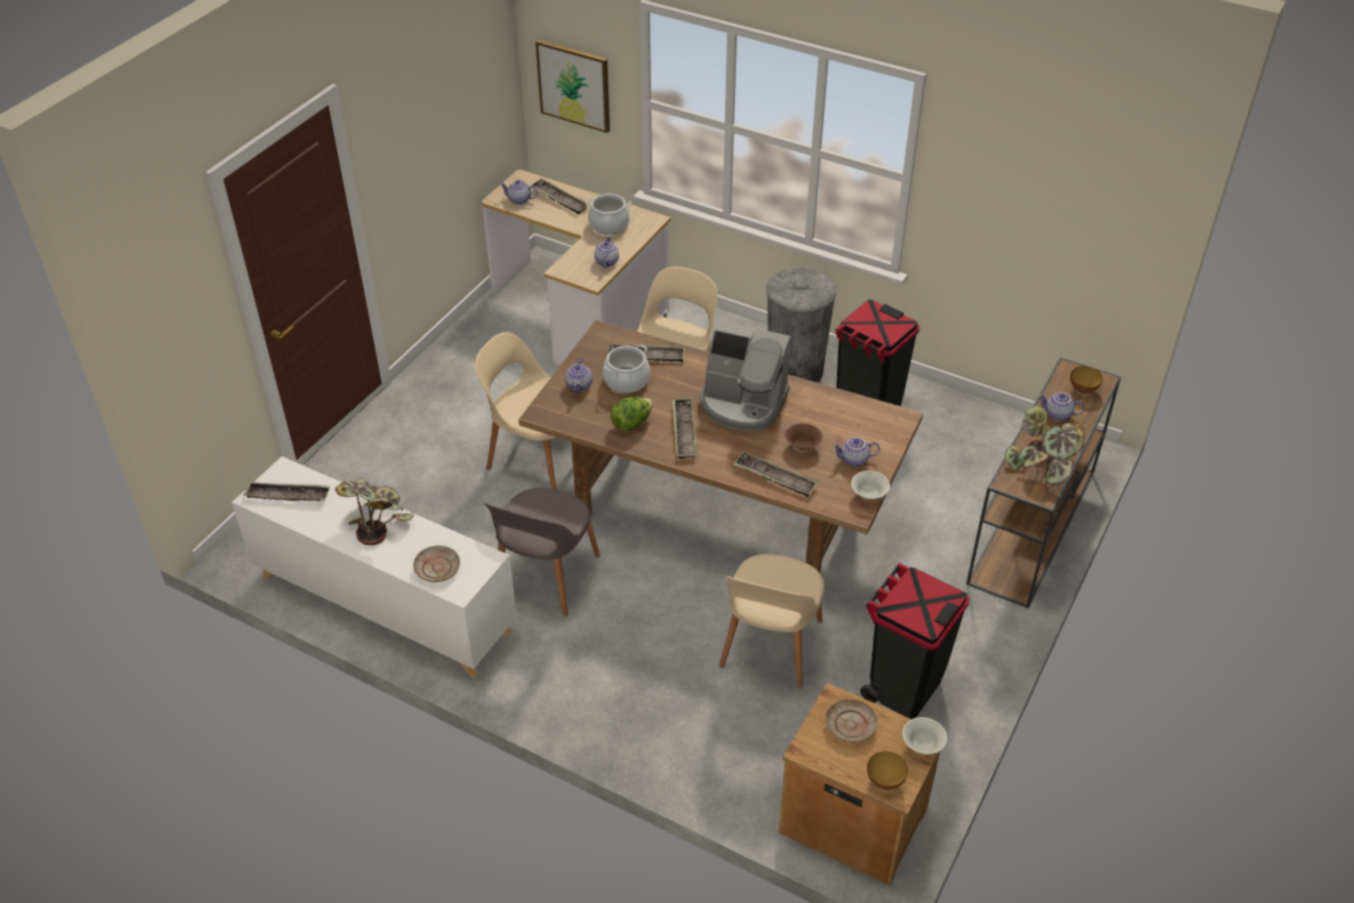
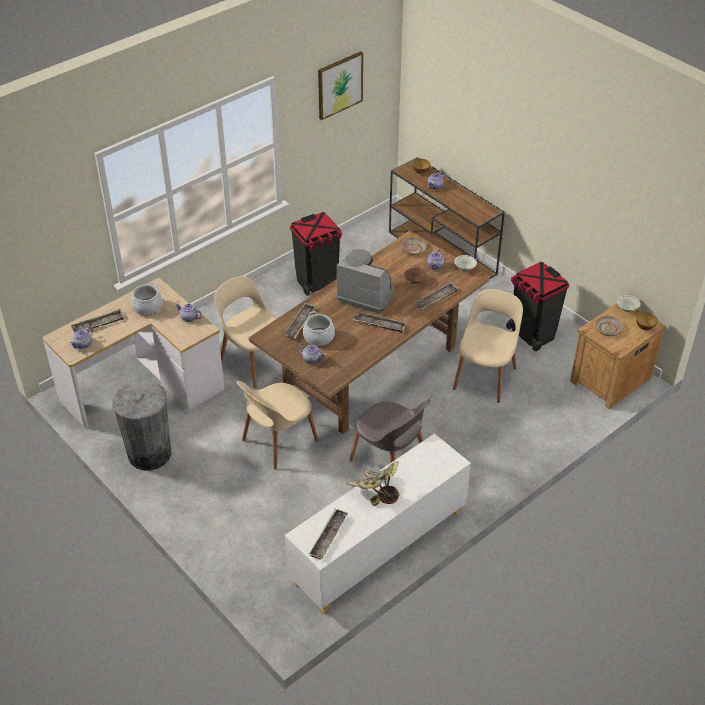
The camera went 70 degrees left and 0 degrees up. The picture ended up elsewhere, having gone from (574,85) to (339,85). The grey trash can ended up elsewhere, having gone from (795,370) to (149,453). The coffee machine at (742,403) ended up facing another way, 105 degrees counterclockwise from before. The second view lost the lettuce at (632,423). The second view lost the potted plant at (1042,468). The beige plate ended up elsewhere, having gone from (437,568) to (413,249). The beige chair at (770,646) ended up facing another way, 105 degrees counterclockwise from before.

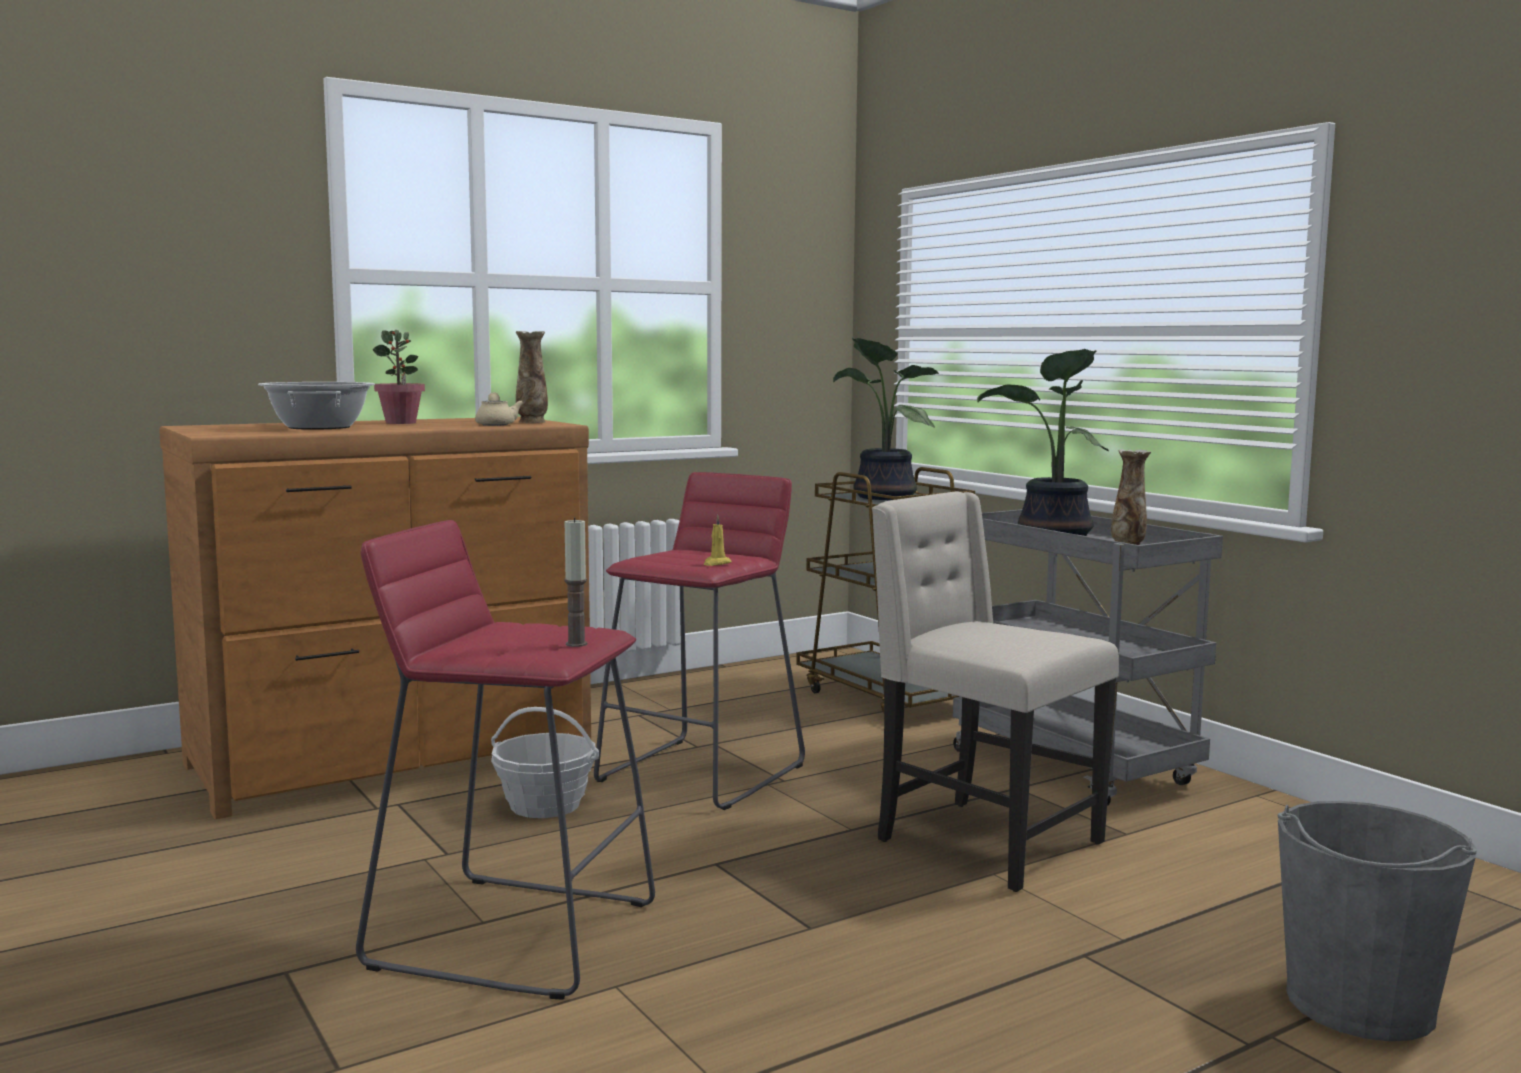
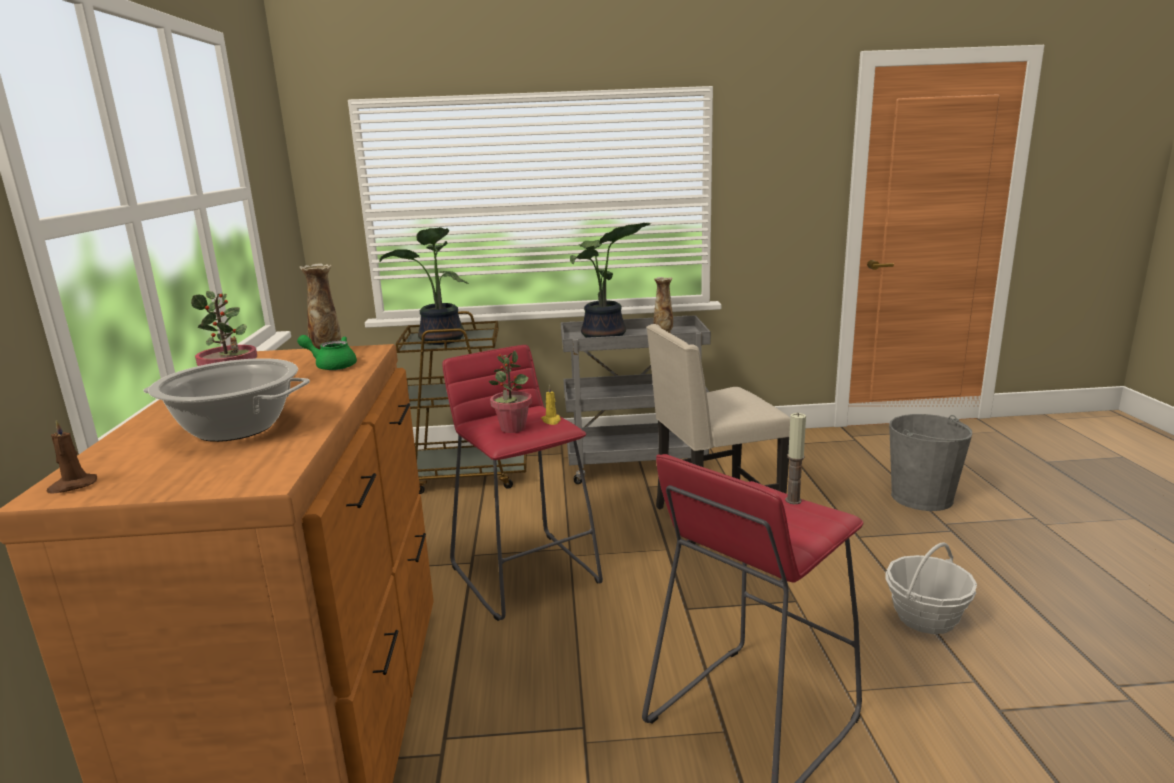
The camera went 60 degrees left and 10 degrees up. What was the beige teapot at (496,424) turned into the green teapot at (332,366). The basket ended up elsewhere, having gone from (545,805) to (925,617). The second view gained the potted plant at (512,428). The second view gained the brown candle at (72,486).

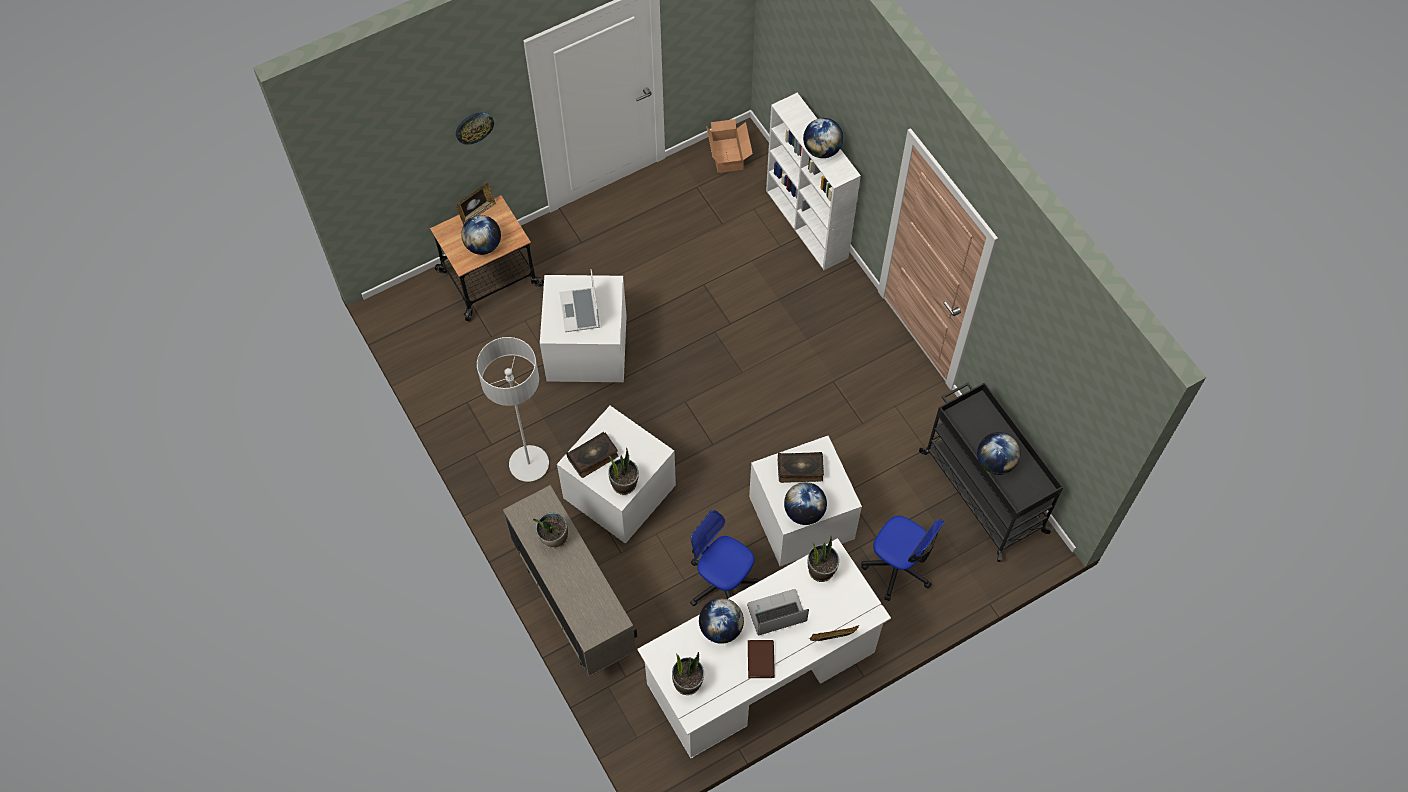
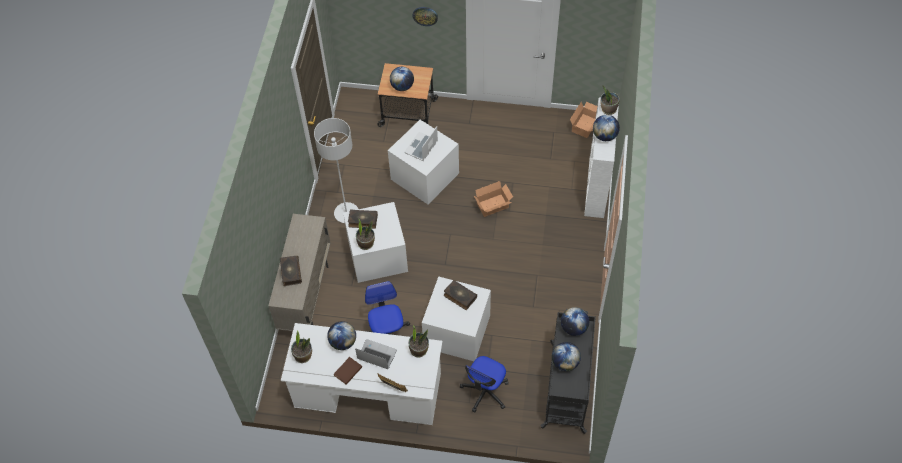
The camera went 40 degrees right and 5 degrees down. The second view lost the picture frame at (477,212). The globe ended up elsewhere, having gone from (804,512) to (573,328). The potted plant ended up elsewhere, having gone from (554,538) to (608,109). The office chair at (898,566) ended up facing another way, 45 degrees clockwise from before. The second view gained the cardboard box at (493,206). The second view gained the book at (290,273).

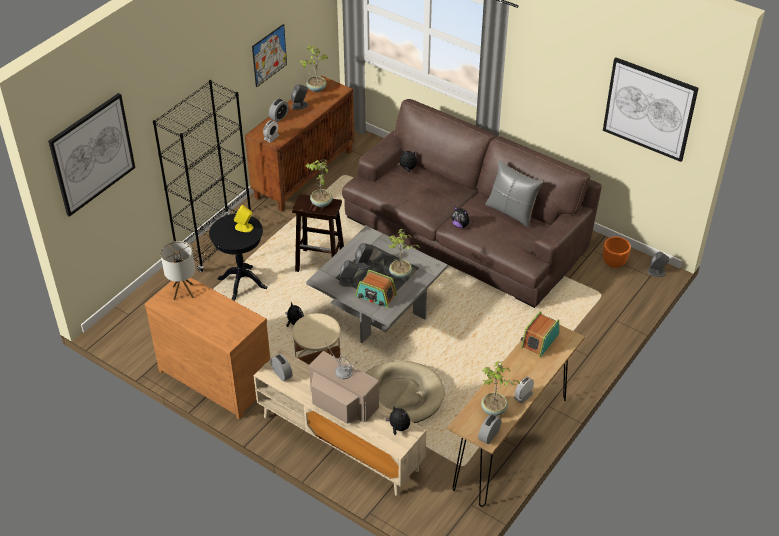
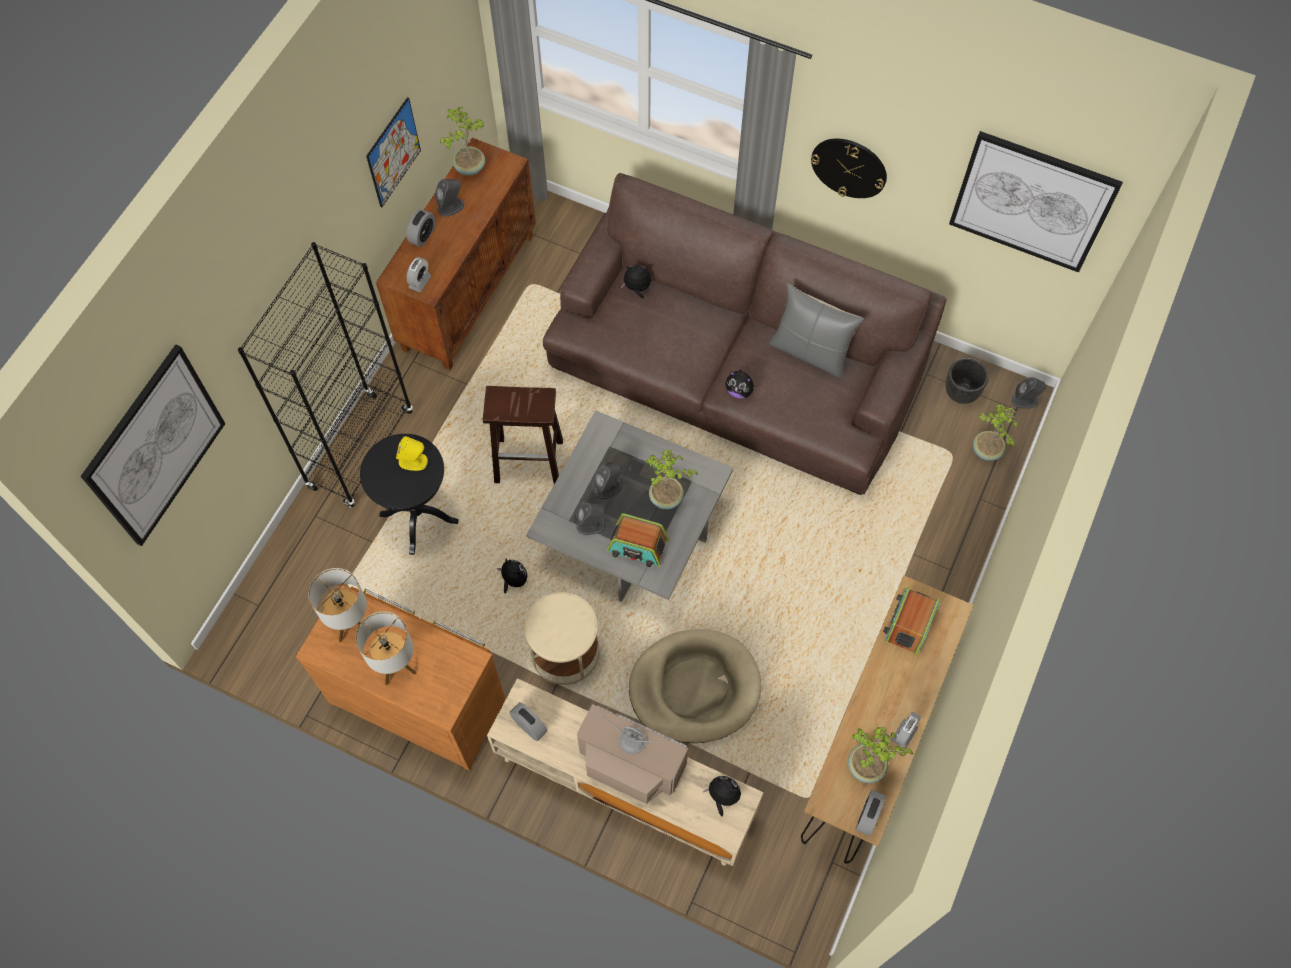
The camera went 10 degrees left and 20 degrees up. The potted plant ended up elsewhere, having gone from (321,203) to (986,451). What was the orange planter at (614,263) turned into the black planter at (961,392). The second view gained the wall clock at (849,167). The second view gained the table lamp at (396,664).

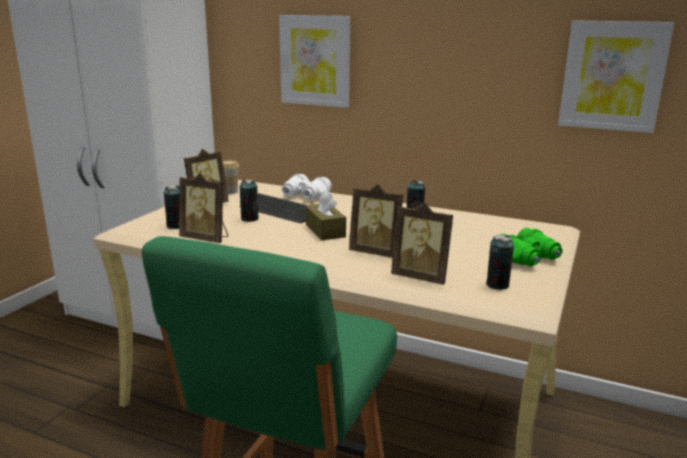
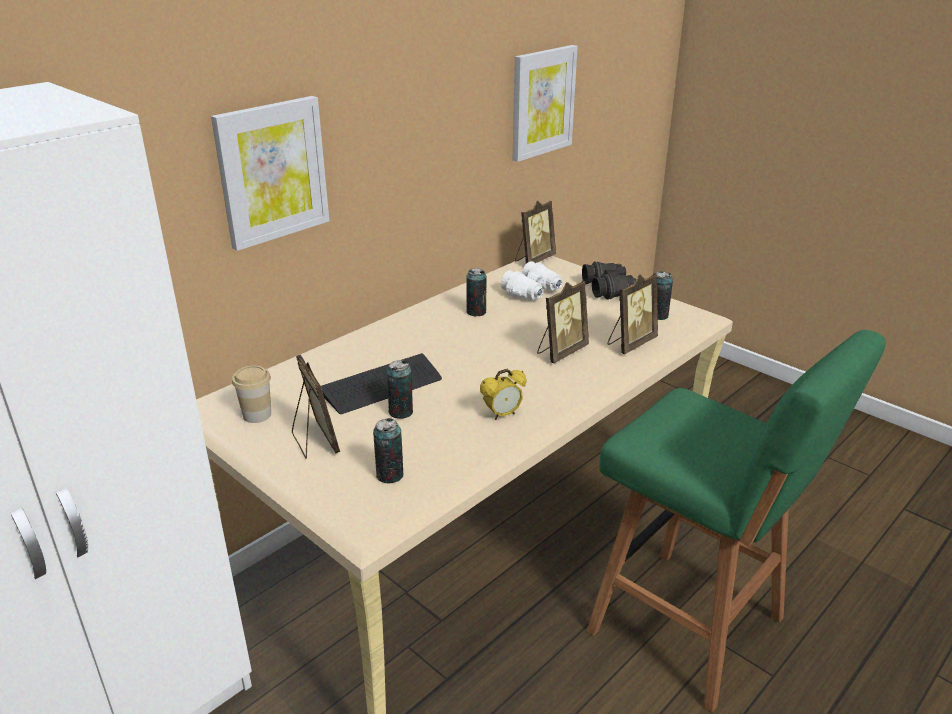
The camera went 70 degrees left and 10 degrees up. The picture frame ended up elsewhere, having gone from (206,238) to (533,260). The white binoculars ended up elsewhere, having gone from (305,196) to (533,292). The second view lost the brown tissue box at (325,230). What was the green binoculars at (528,259) turned into the black binoculars at (608,289). The second view gained the alarm clock at (502,415).

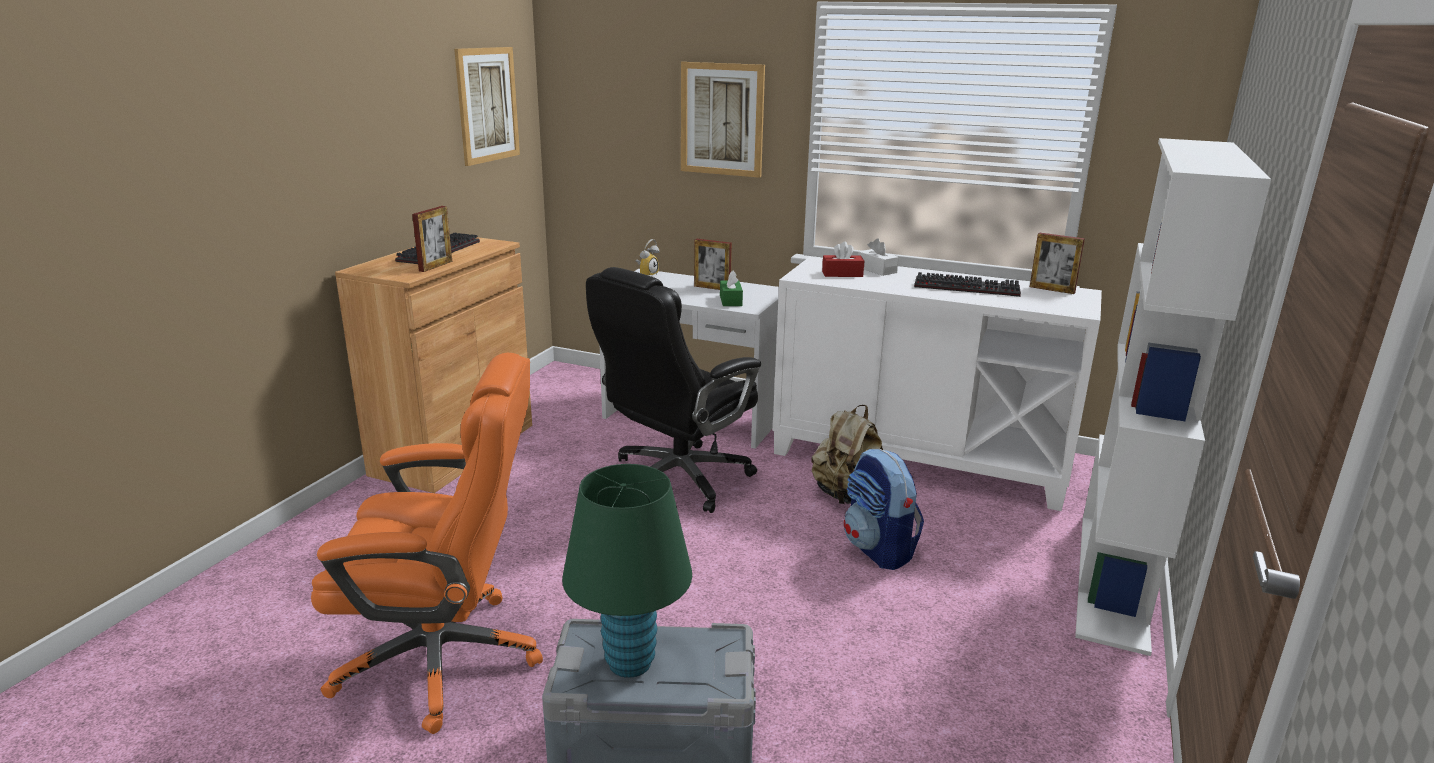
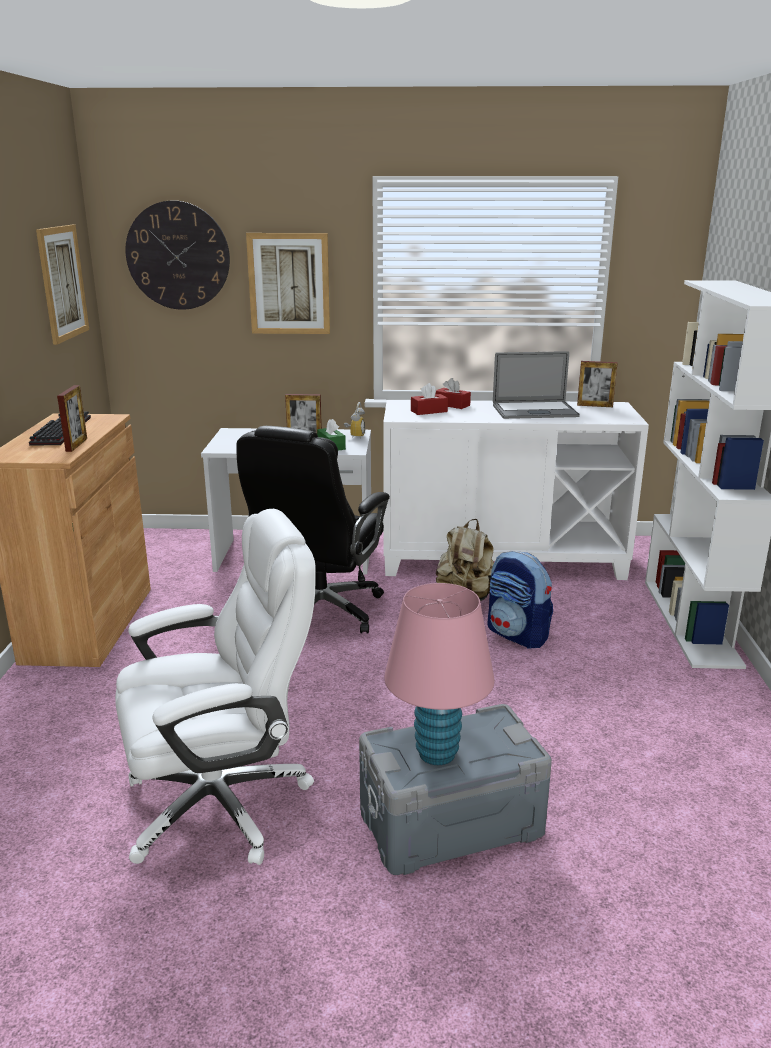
The camera went 20 degrees left and 0 degrees up. What was the white tissue box at (876,270) turned into the red tissue box at (452,405). The alarm clock ended up elsewhere, having gone from (647,275) to (355,436). Where the keyboard stood at (968,287), the laptop came to stand at (534,411). What was the orange office chair at (444,658) turned into the white office chair at (221,803). What was the green table lamp at (629,663) turned into the pink table lamp at (436,754). The second view gained the wall clock at (178,256).

